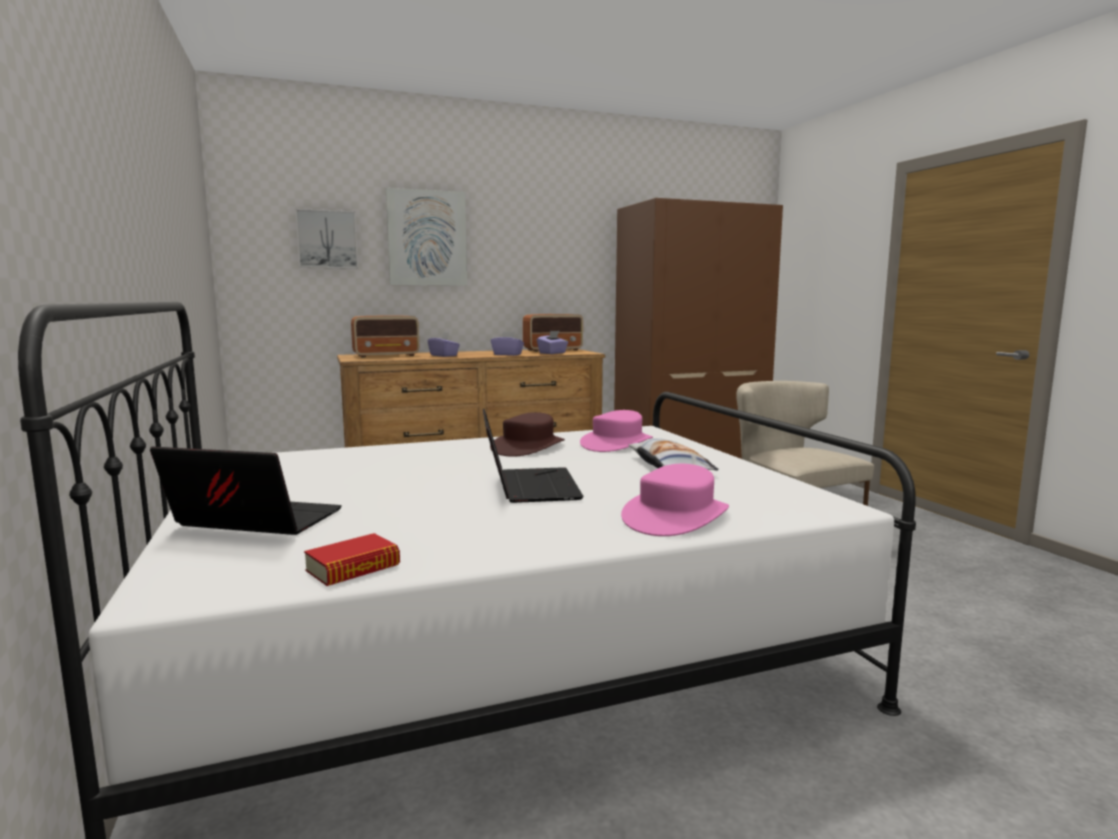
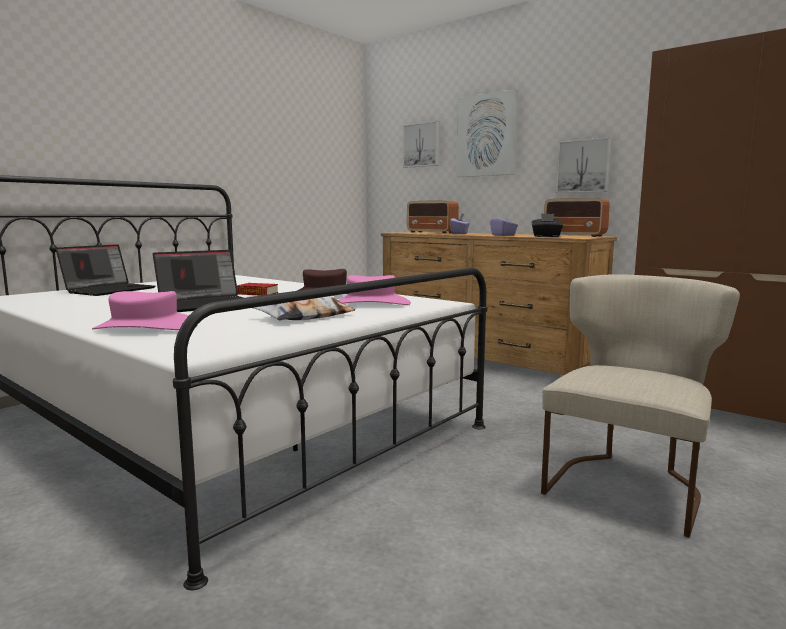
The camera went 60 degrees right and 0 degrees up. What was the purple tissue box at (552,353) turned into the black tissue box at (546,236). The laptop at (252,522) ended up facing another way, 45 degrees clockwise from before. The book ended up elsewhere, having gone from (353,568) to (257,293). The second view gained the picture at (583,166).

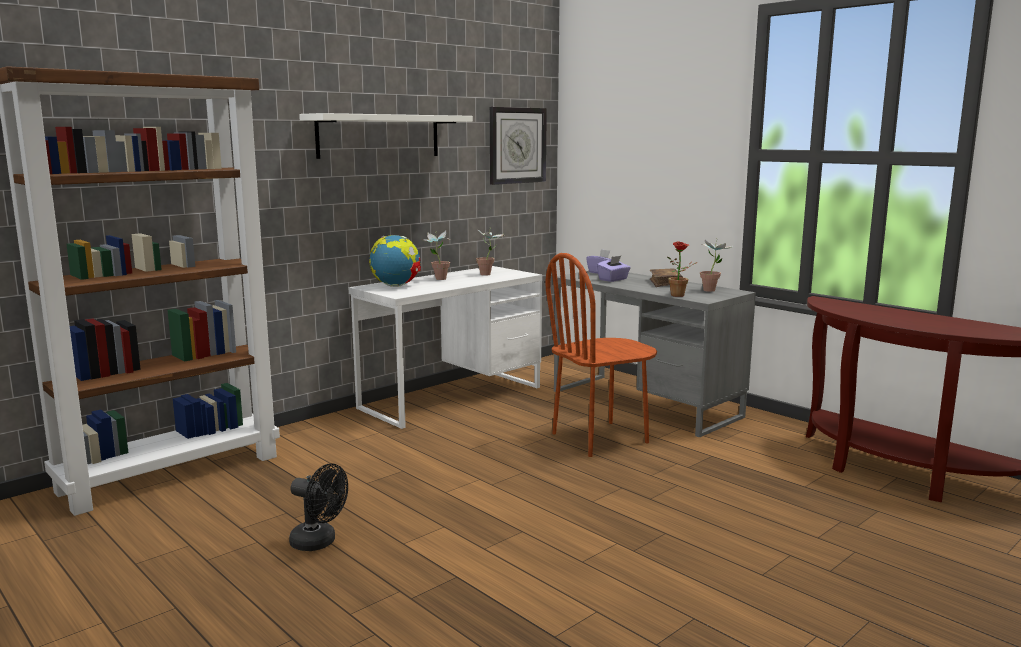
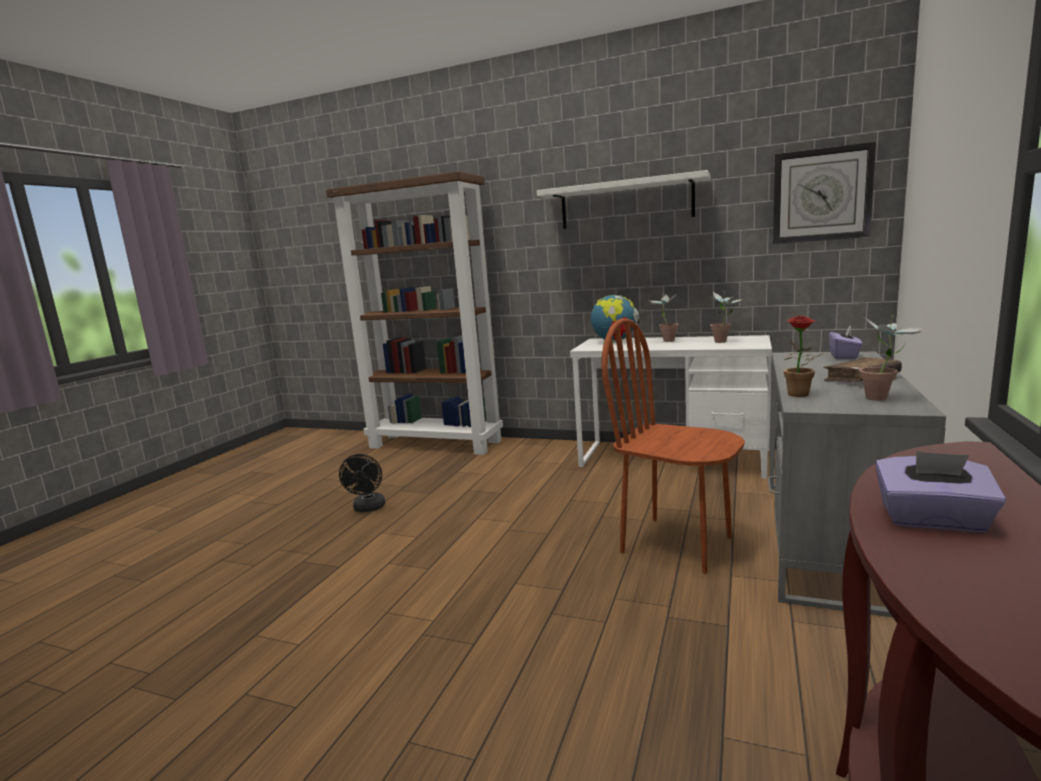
The camera went 65 degrees right and 0 degrees up. The purple tissue box ended up elsewhere, having gone from (613,279) to (933,520).

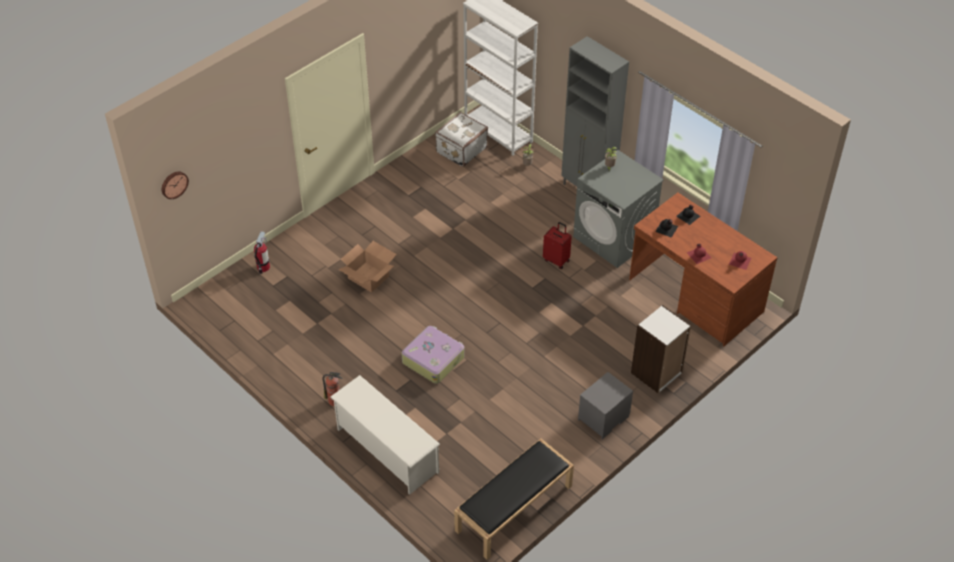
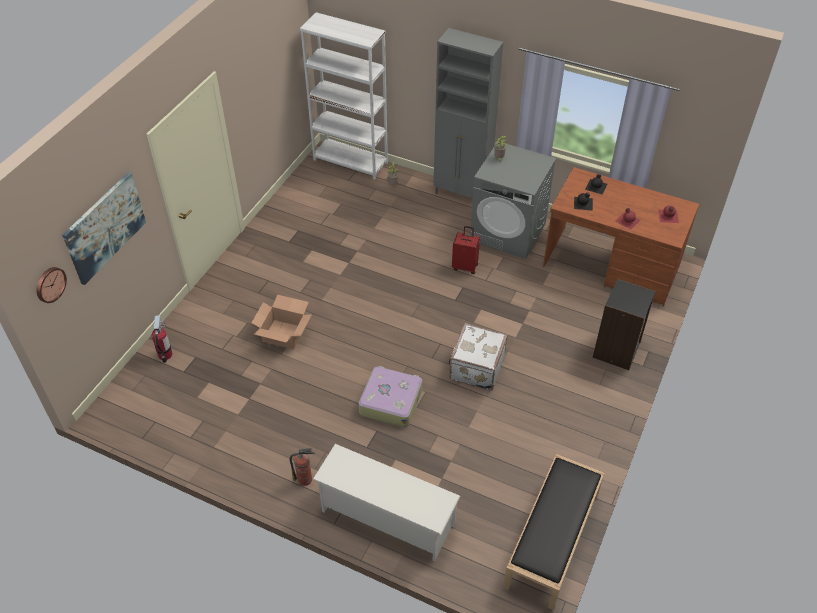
The camera went 20 degrees left and 0 degrees up. The white suitcase ended up elsewhere, having gone from (460,150) to (476,367). What was the white bookcase at (657,373) turned into the black bookcase at (617,350). The second view lost the grey nightstand at (603,419). The second view gained the picture at (105,227).

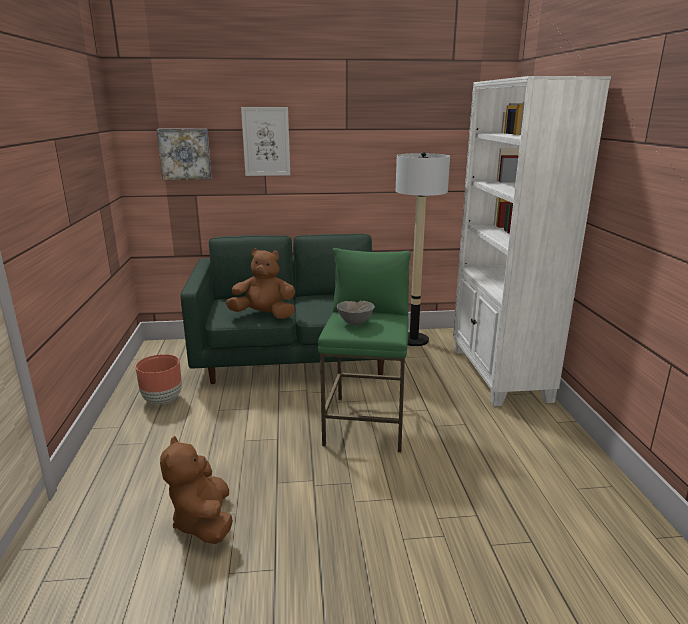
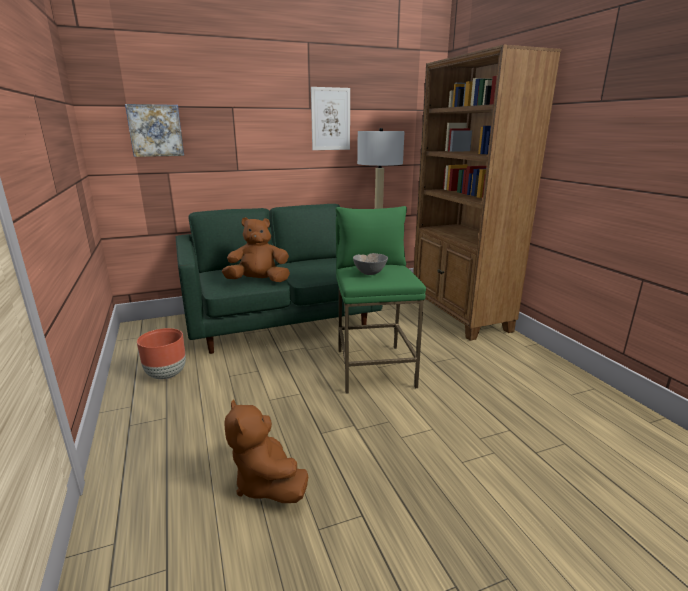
The camera went 15 degrees left and 0 degrees up. What was the white bookcase at (499,375) turned into the brown bookcase at (459,316). The picture ended up elsewhere, having gone from (266,141) to (330,119).

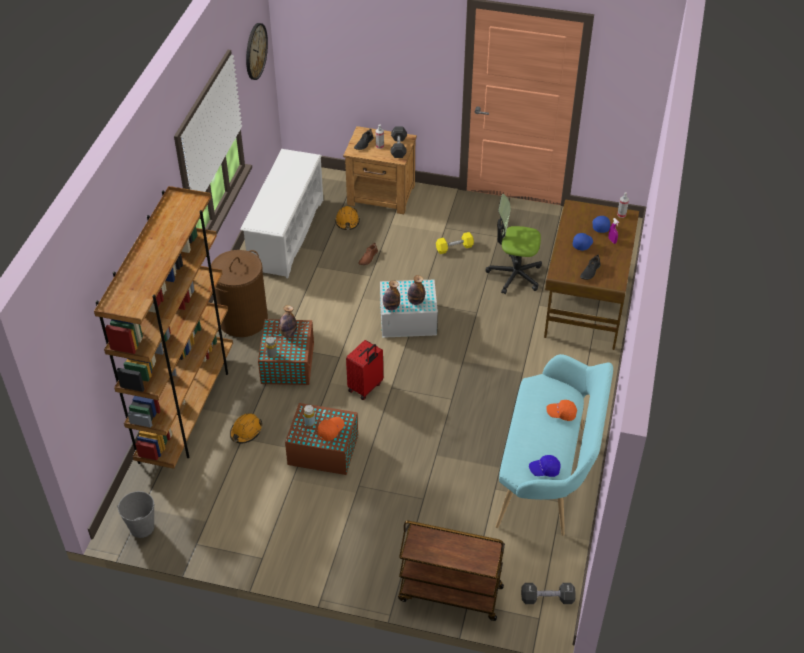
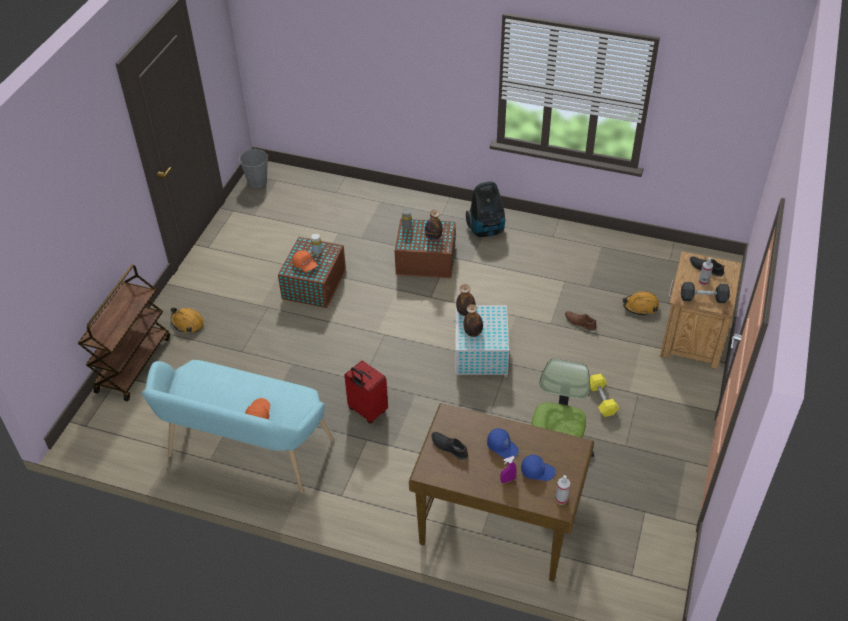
The camera went 95 degrees right and 0 degrees up. The second view lost the wall clock at (255,51). The second view lost the white shoe rack at (286,234). The second view lost the brown bookcase at (187,409). Where the brown laundry basket stood at (243,319), the vacuum cleaner came to stand at (486,230). The red suitcase ended up elsewhere, having gone from (366,387) to (367,411). The orange hard hat ended up elsewhere, having gone from (246,431) to (187,323). The second view lost the blue cap at (544,470). The second view lost the black dumbbell at (547,598).

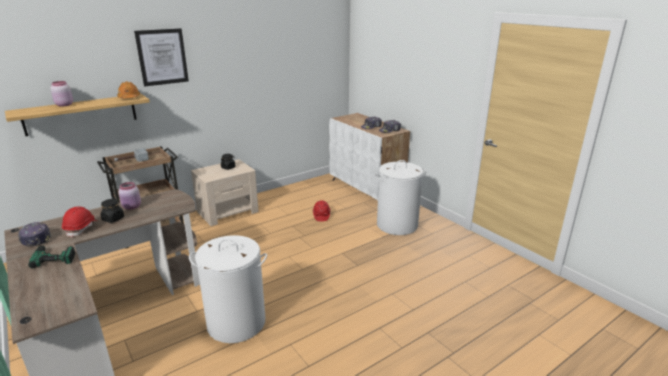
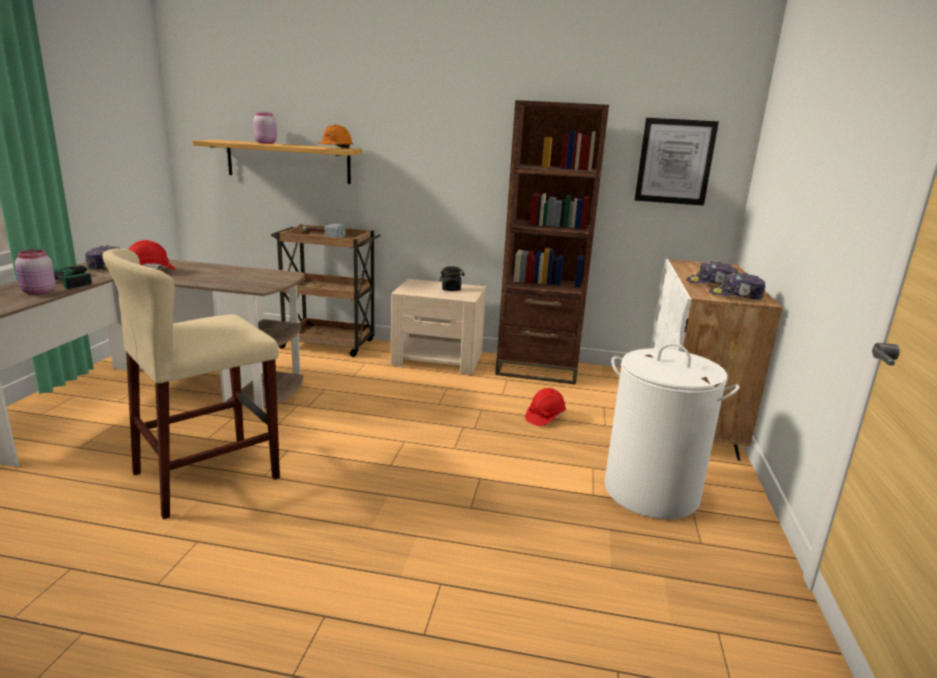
The camera went 45 degrees right and 5 degrees down. The picture ended up elsewhere, having gone from (162,57) to (675,161). The pink jar ended up elsewhere, having gone from (132,207) to (38,292). The second view lost the black jar at (113,219). Where the white laundry basket stood at (236,323), the beige stool came to stand at (207,475). The second view gained the brown bookcase at (537,369).

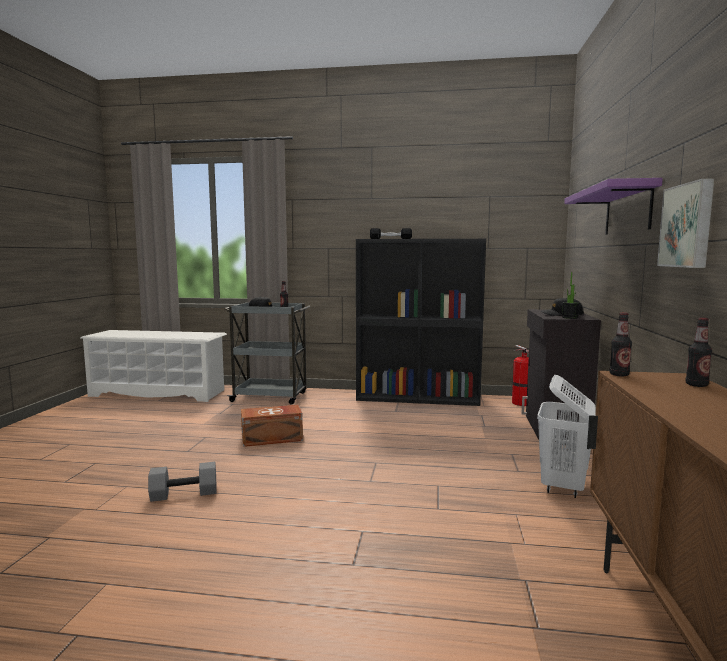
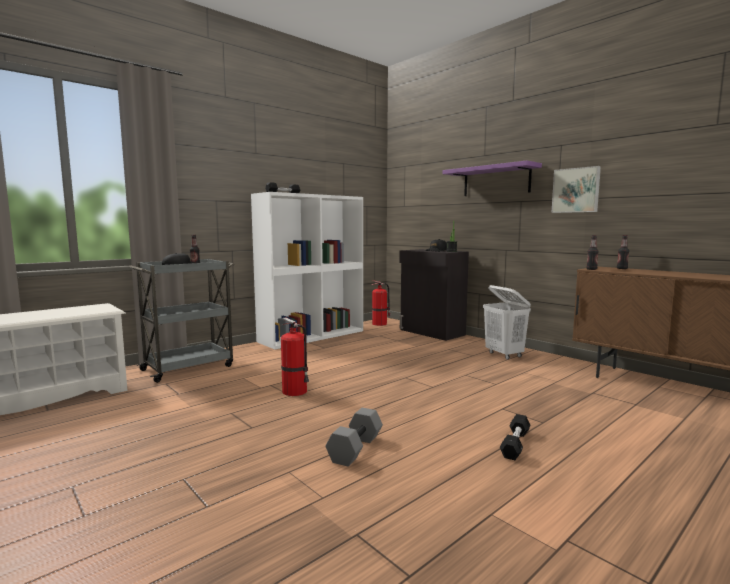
The camera went 50 degrees left and 0 degrees up. What was the black bookcase at (418,397) turned into the white bookcase at (312,336). Where the brown storage box stood at (273,438), the fire extinguisher came to stand at (295,391). The second view gained the black dumbbell at (515,444).

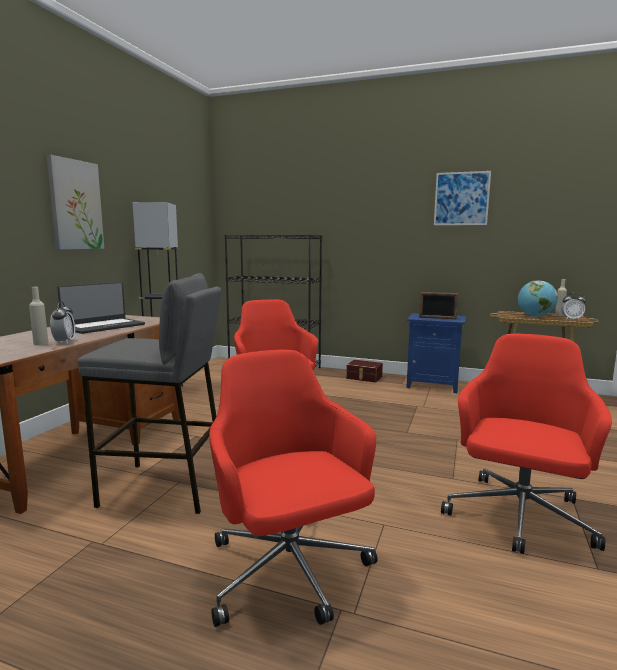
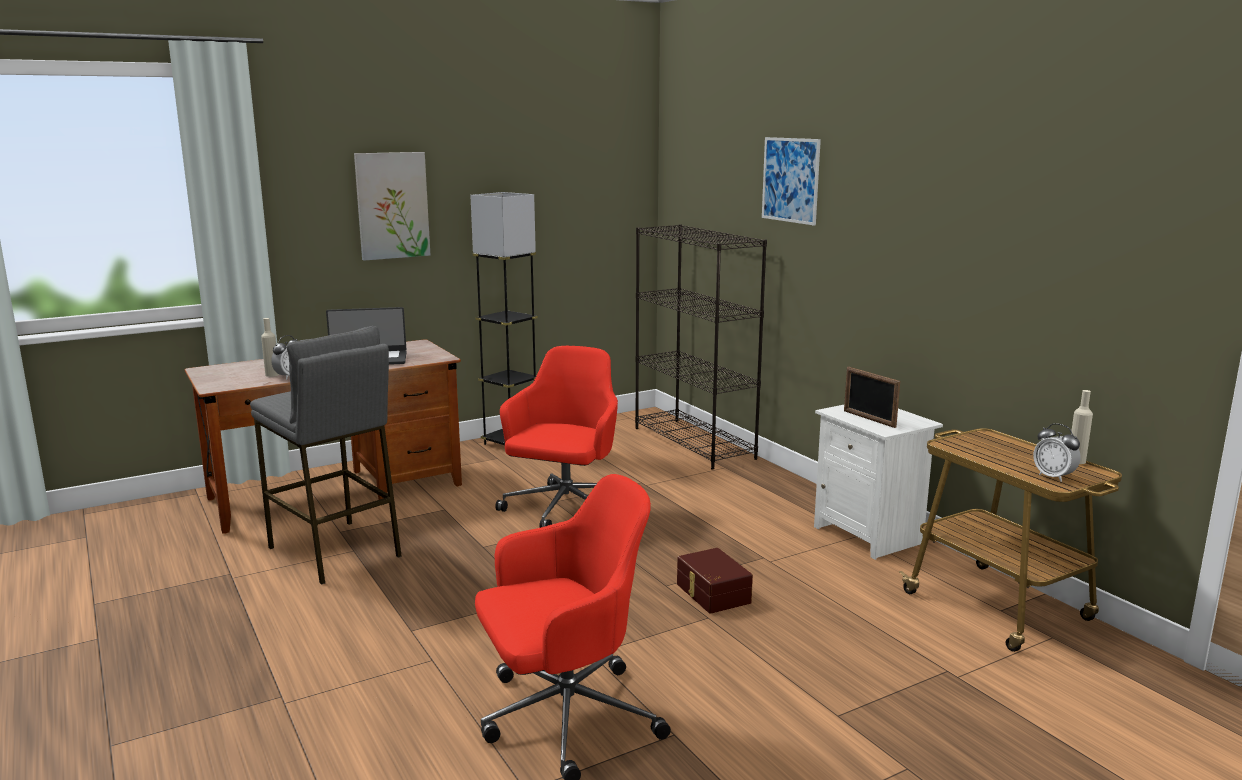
The camera went 40 degrees right and 5 degrees up. The picture ended up elsewhere, having gone from (461,198) to (790,180). The second view lost the globe at (535,316). What was the blue nightstand at (433,385) turned into the white nightstand at (869,535). The second view lost the red office chair at (289,572). The brown storage box ended up elsewhere, having gone from (364,377) to (711,594).

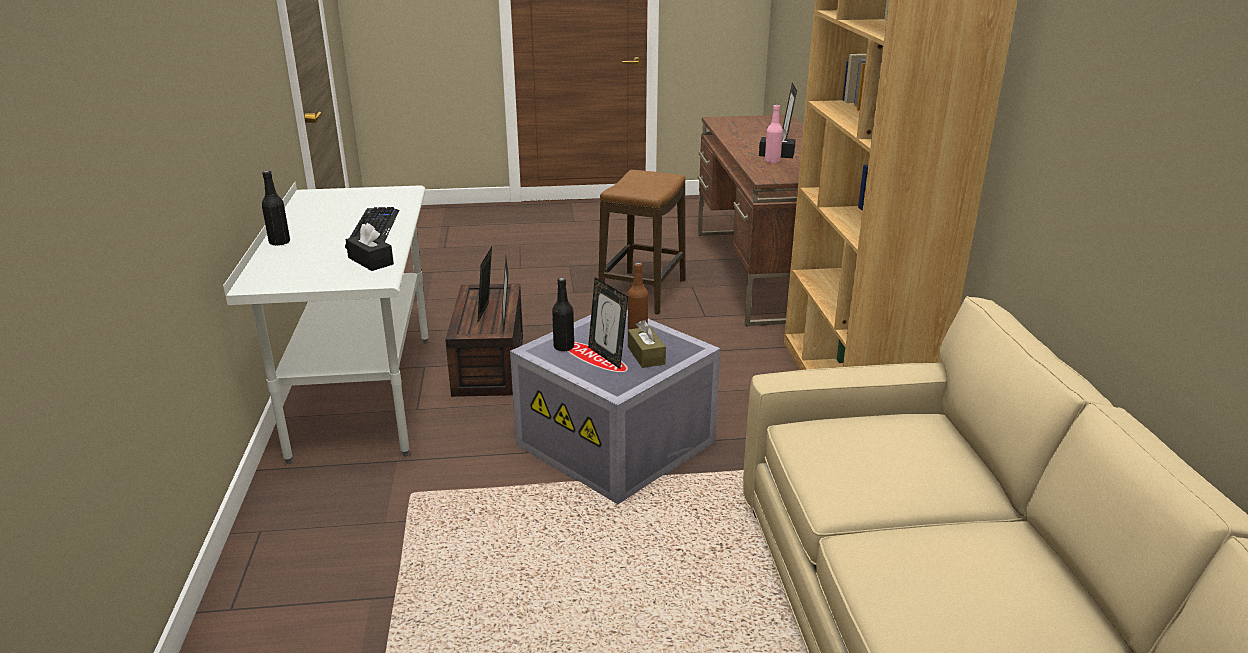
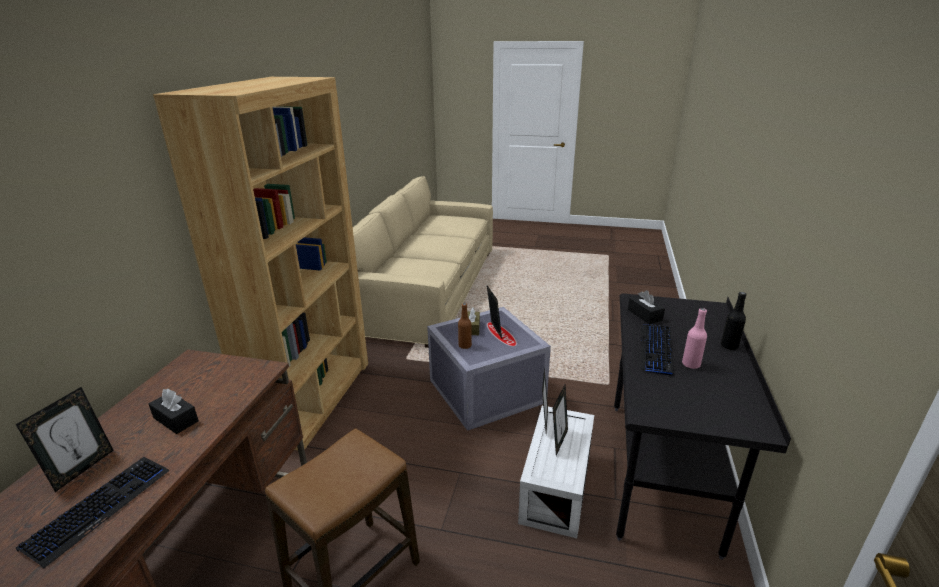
The camera went 160 degrees left and 0 degrees up. The pink bottle ended up elsewhere, having gone from (772,161) to (691,364). What was the white desk at (363,396) turned into the black desk at (661,472). The second view lost the black bottle at (564,347). What was the brown storage box at (491,365) turned into the white storage box at (554,485). The second view gained the keyboard at (99,508).

